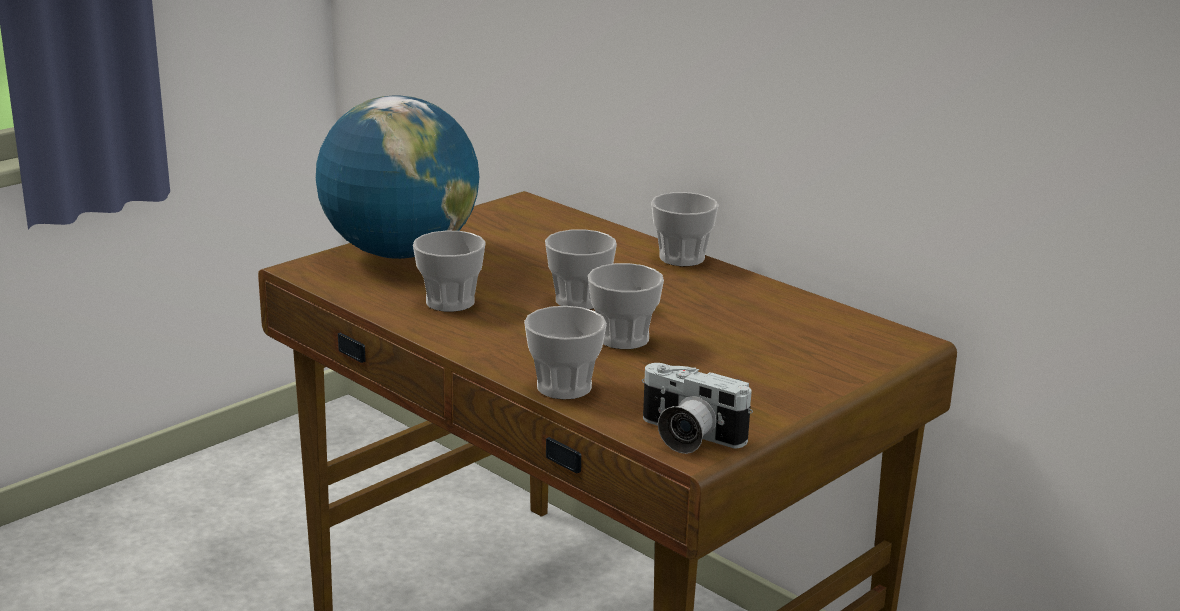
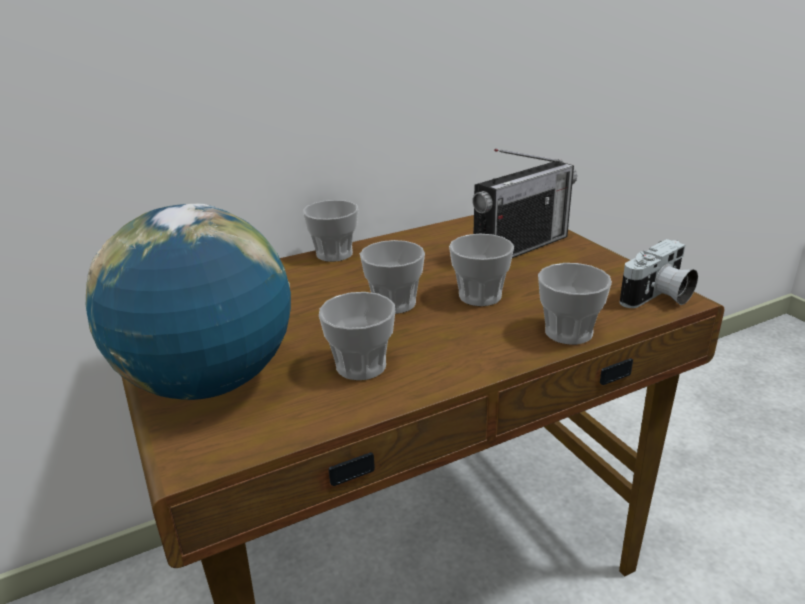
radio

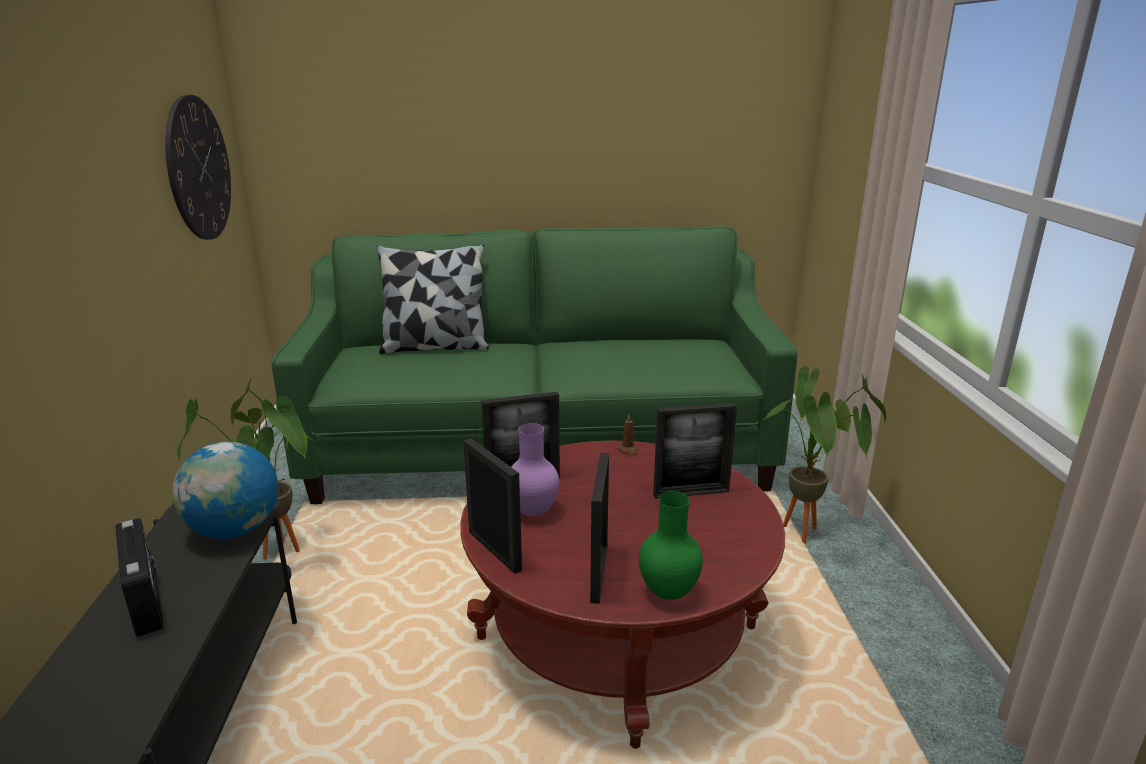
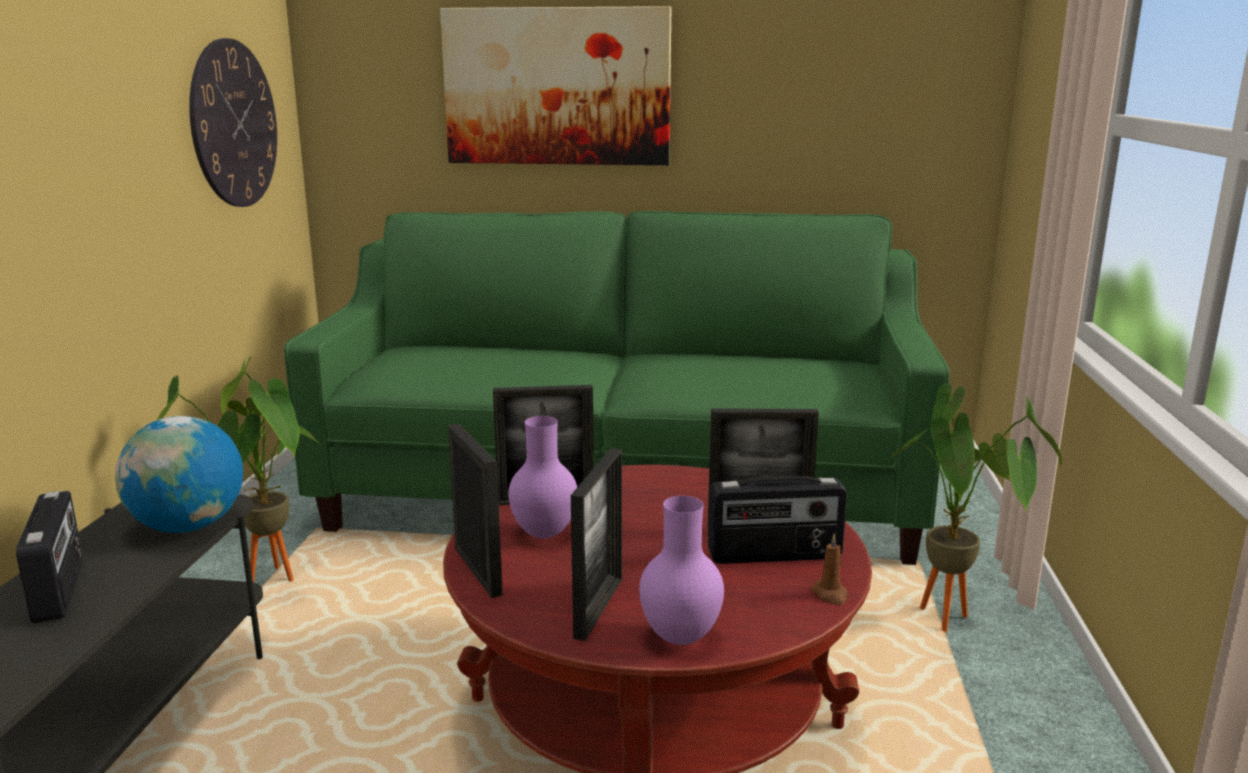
pillow; picture; radio (2nd from left); brown_candle; purple_vase (2nd from left)

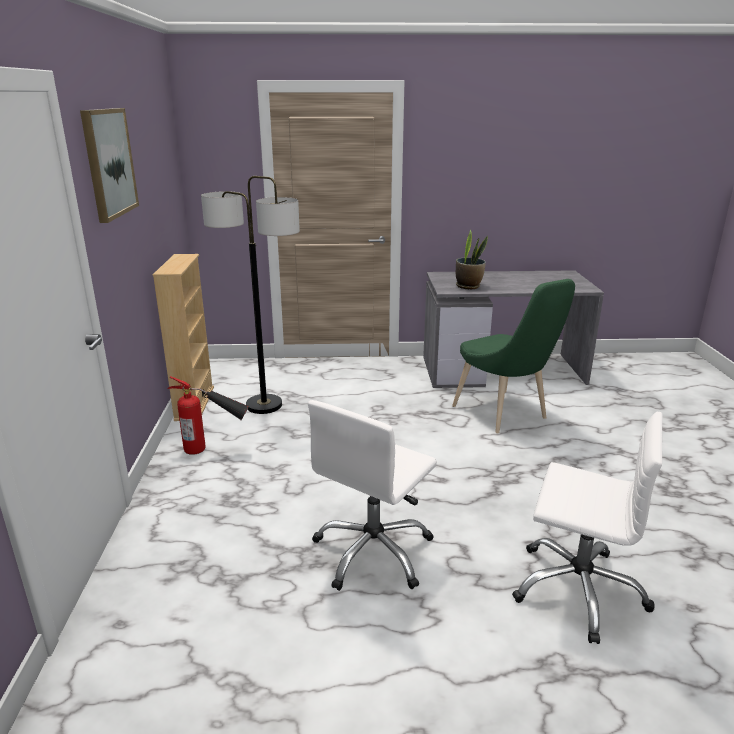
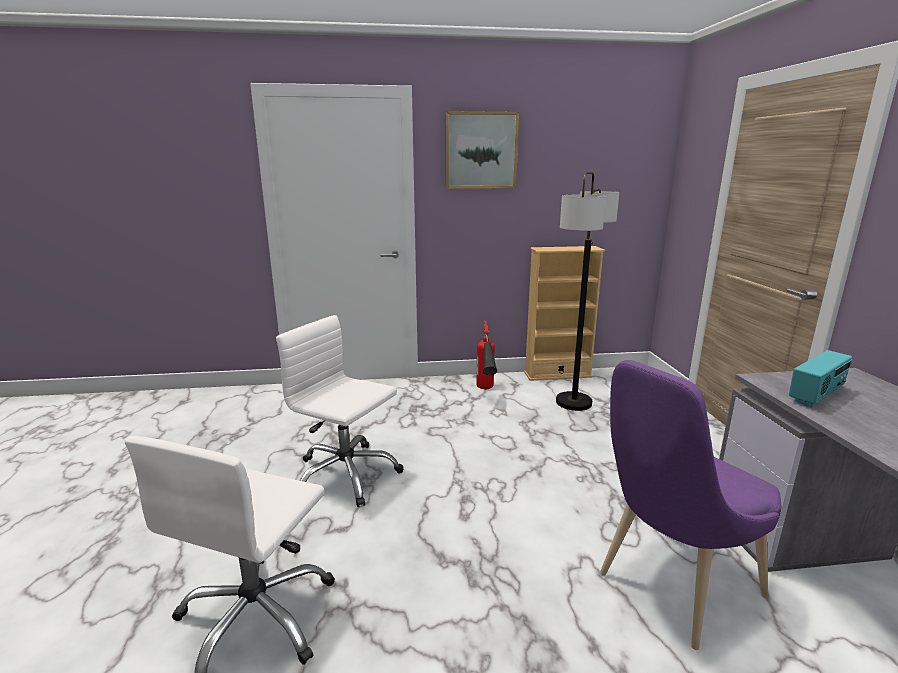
radio; purple_chair

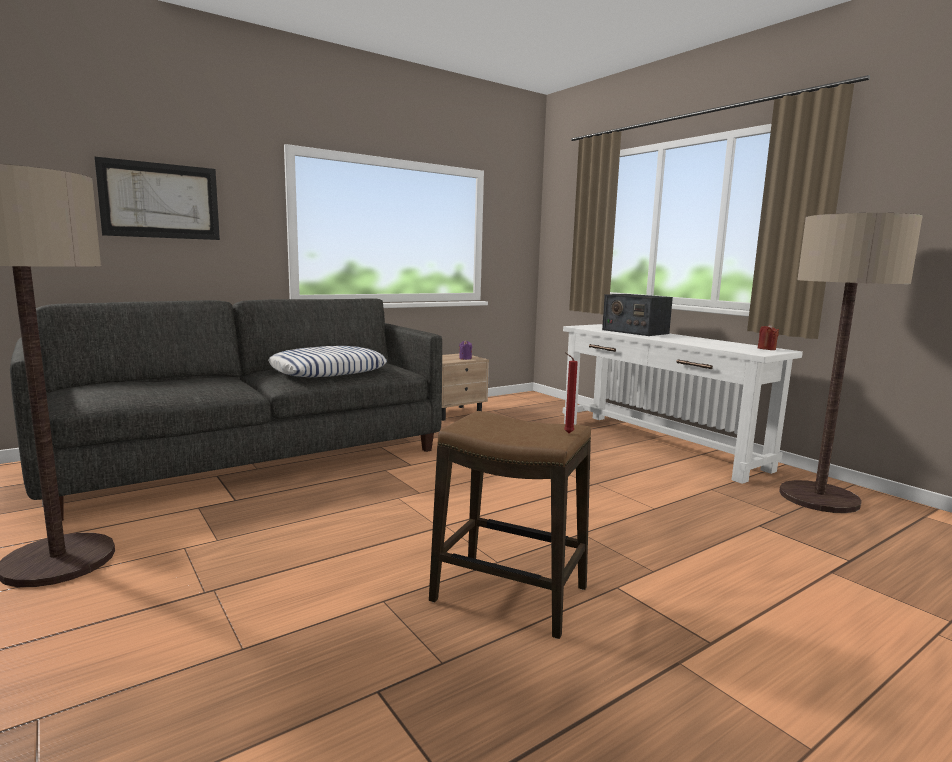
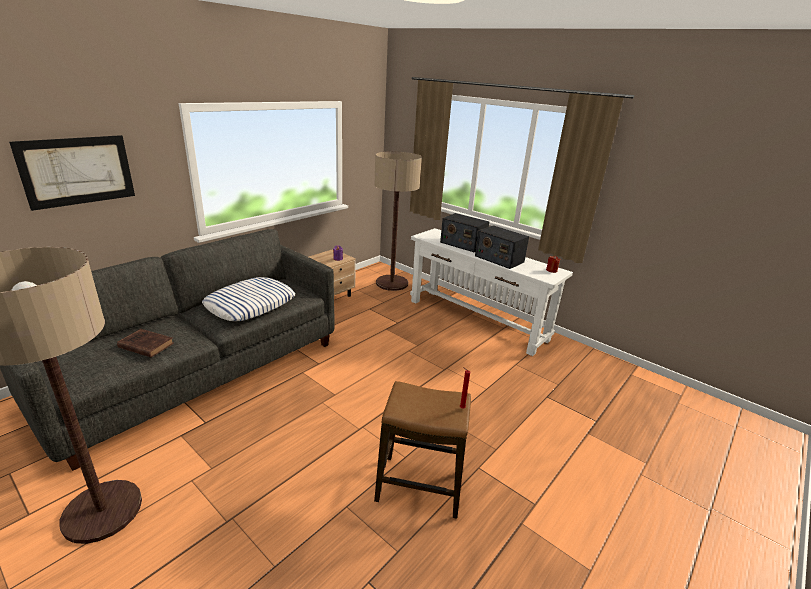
brown_book; radio (2nd from left); floor_lamp (2nd from left)

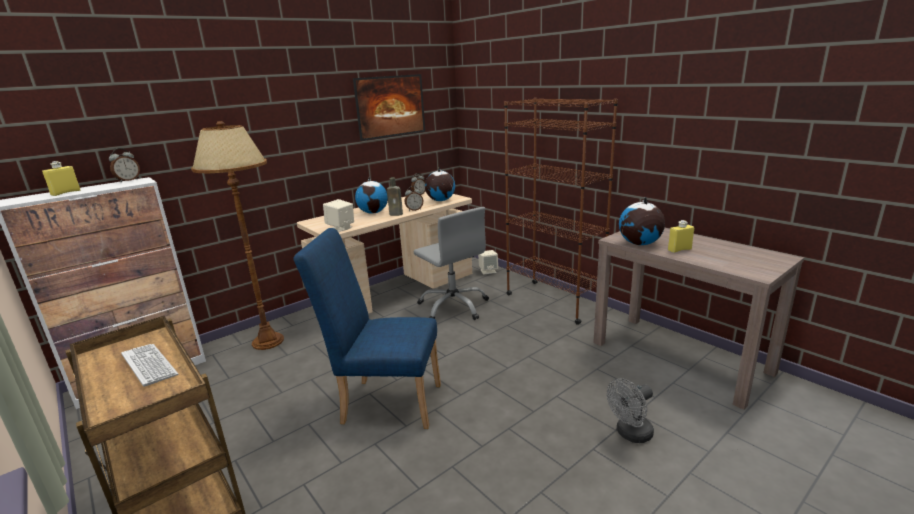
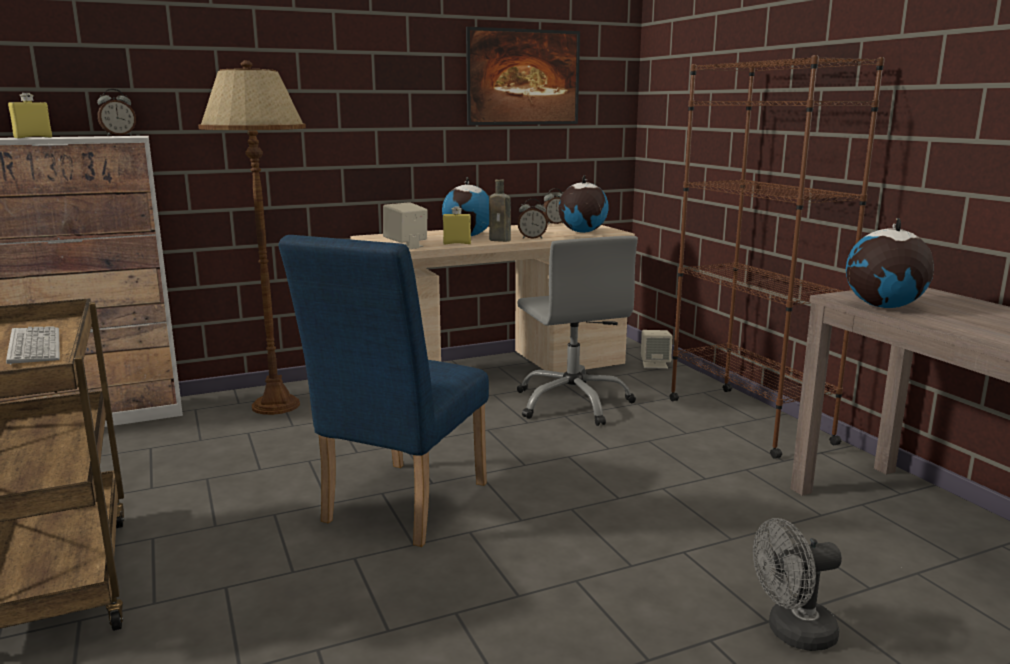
yellow_bottle (2nd from left); blue_chair

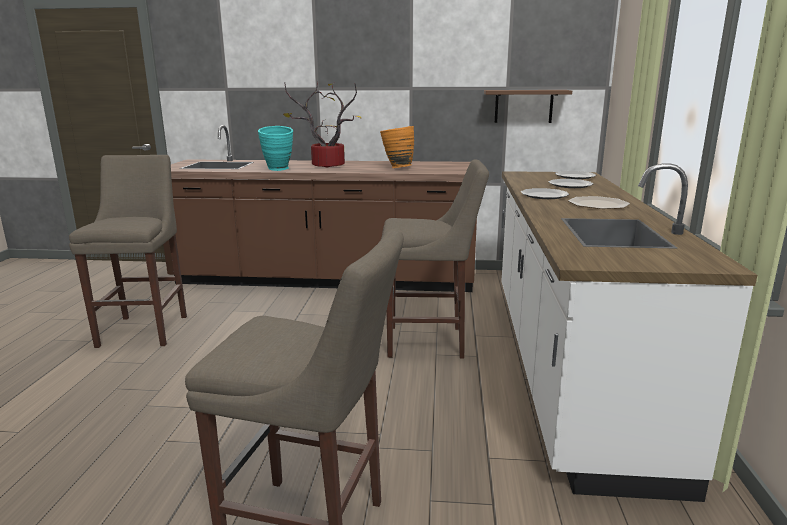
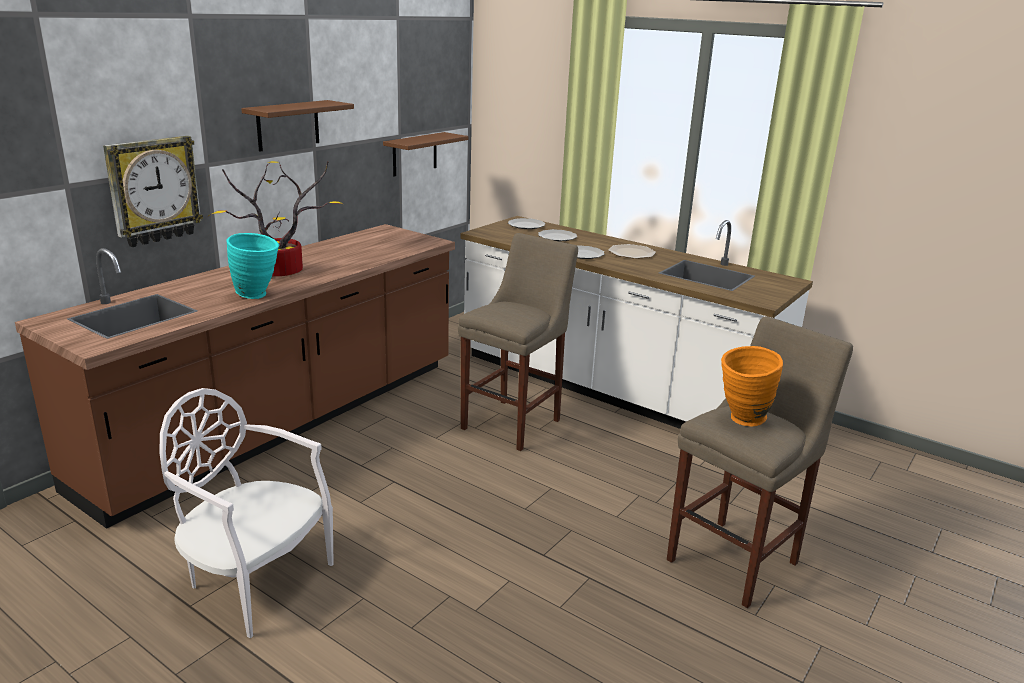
wall_clock; brown_shelf (1st from left); orange_vase; white_chair

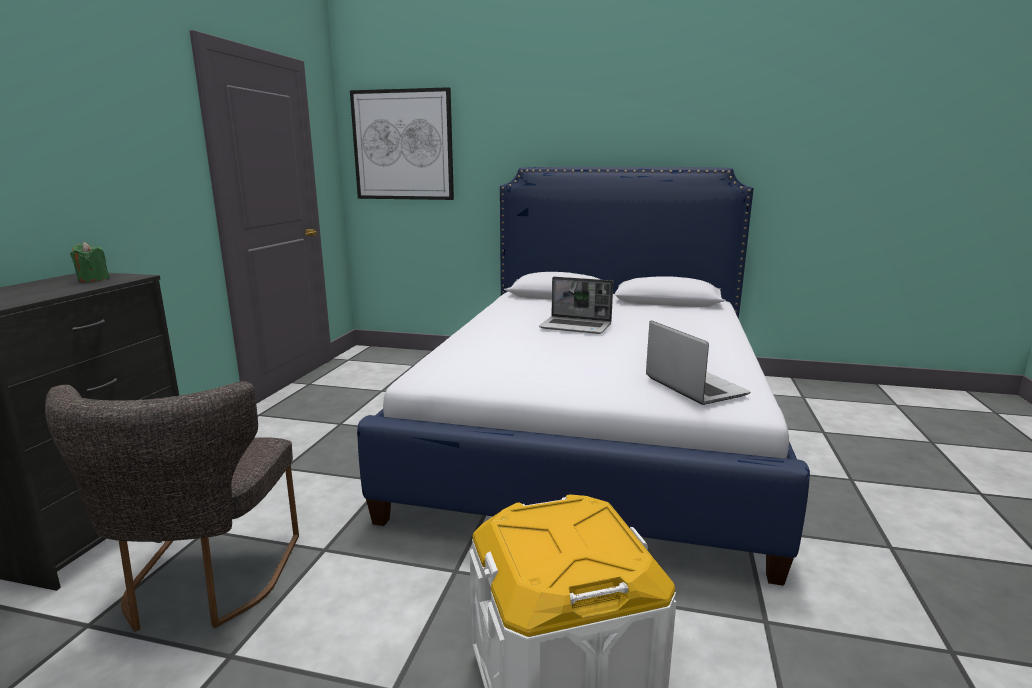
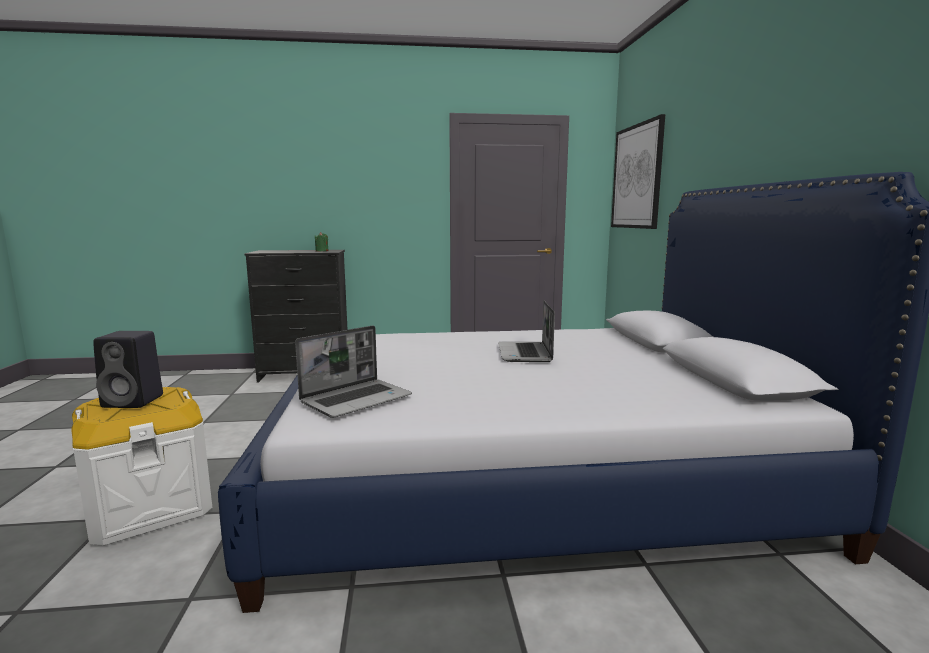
grey_chair; black_speaker

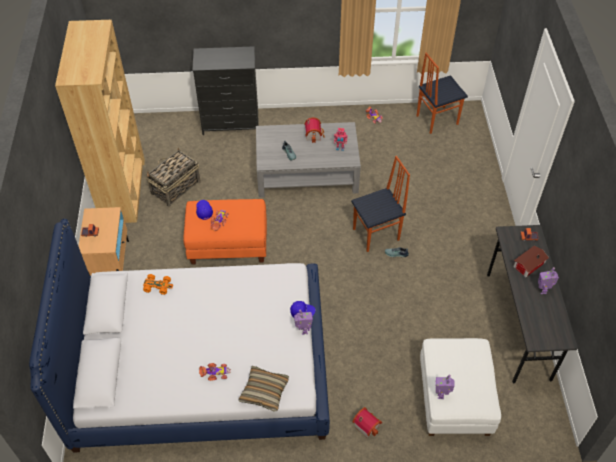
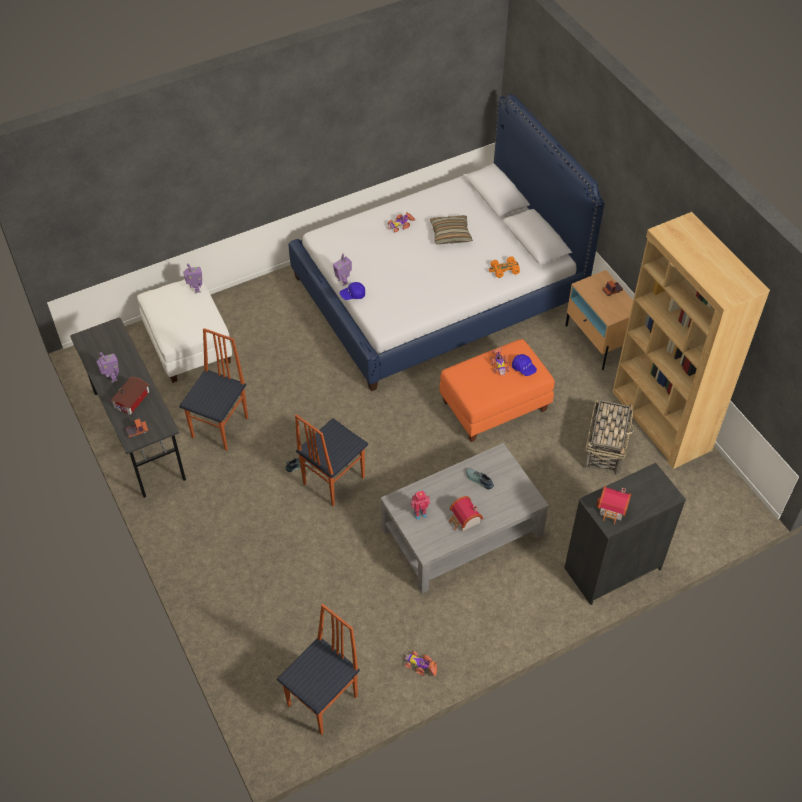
chair (1st from left); pillow; toy_house (3rd from left)

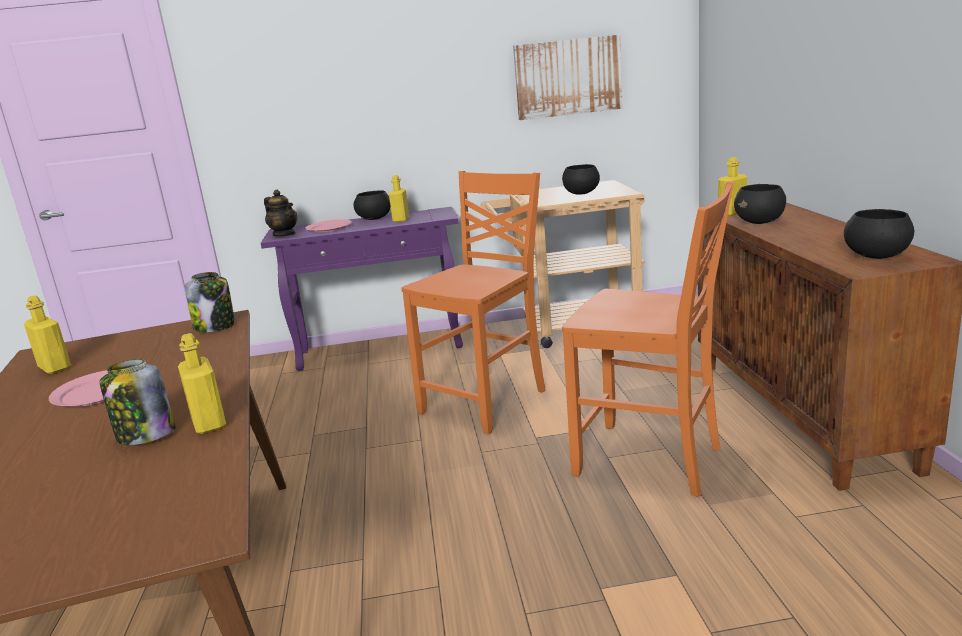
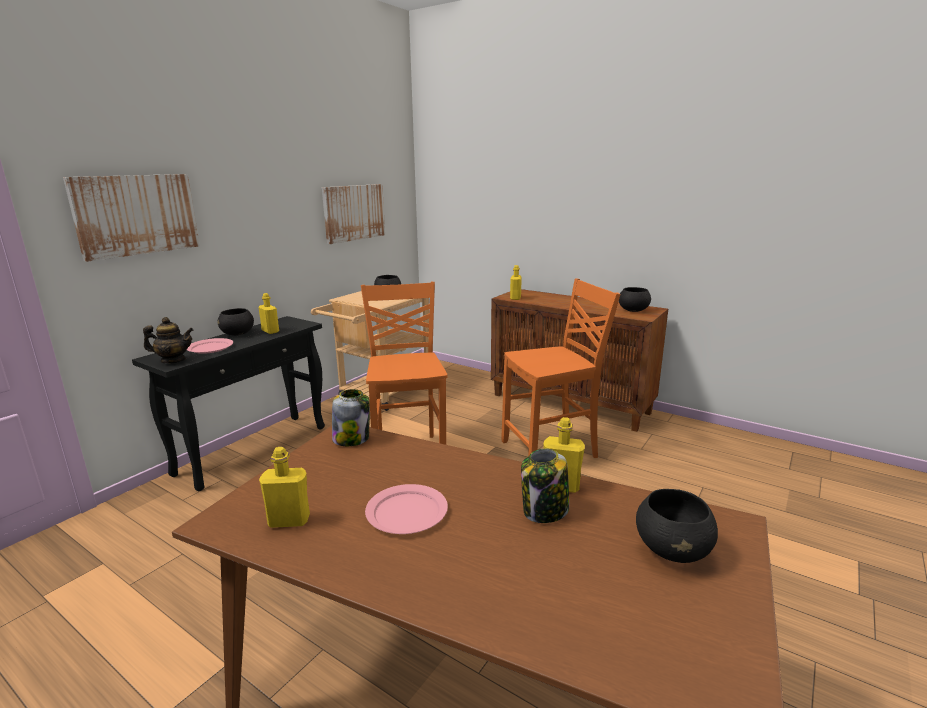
picture (1st from left); black_bowl (4th from left); black_console_table

